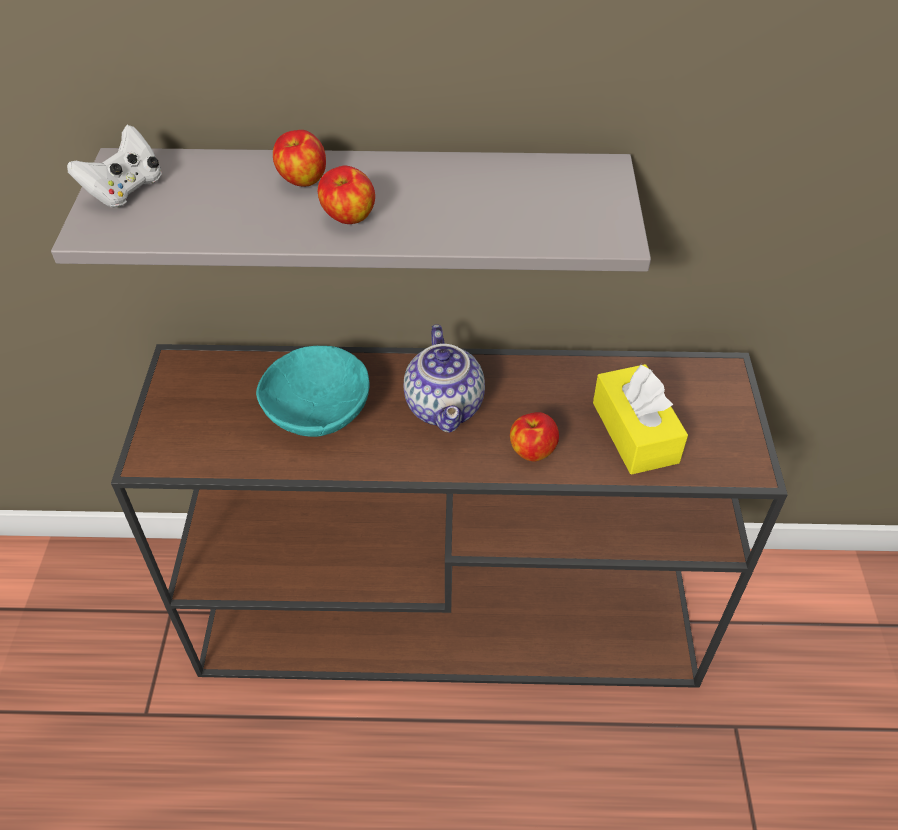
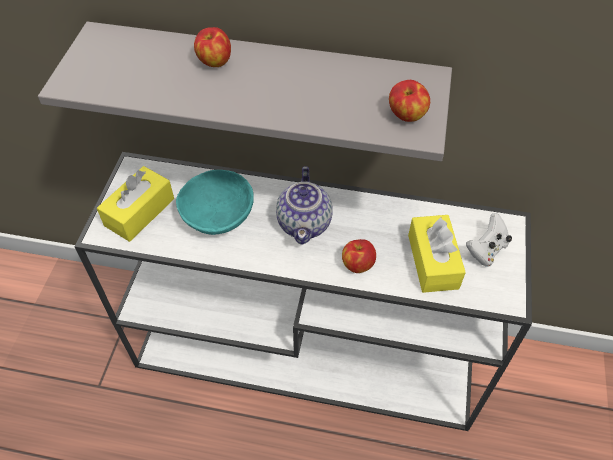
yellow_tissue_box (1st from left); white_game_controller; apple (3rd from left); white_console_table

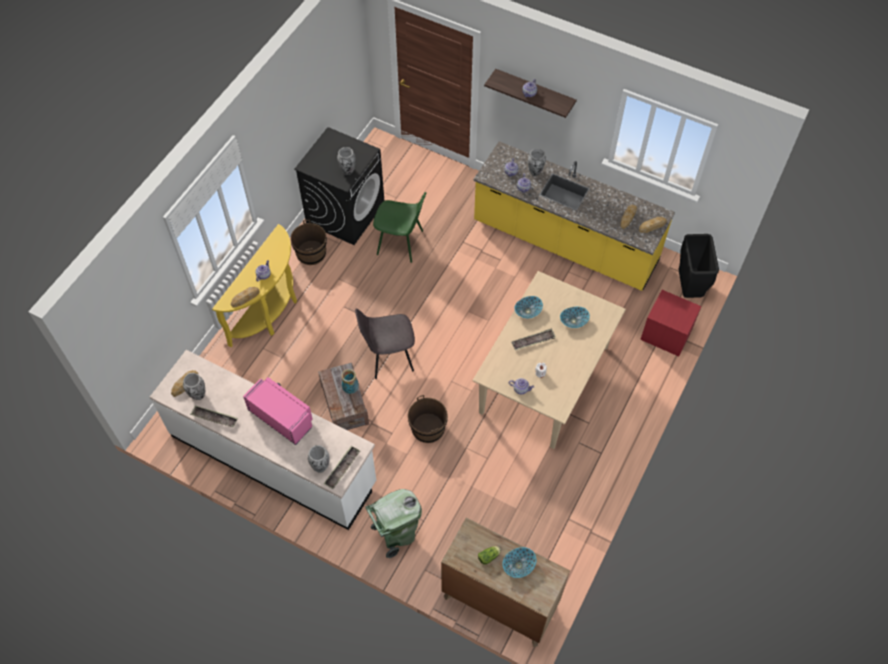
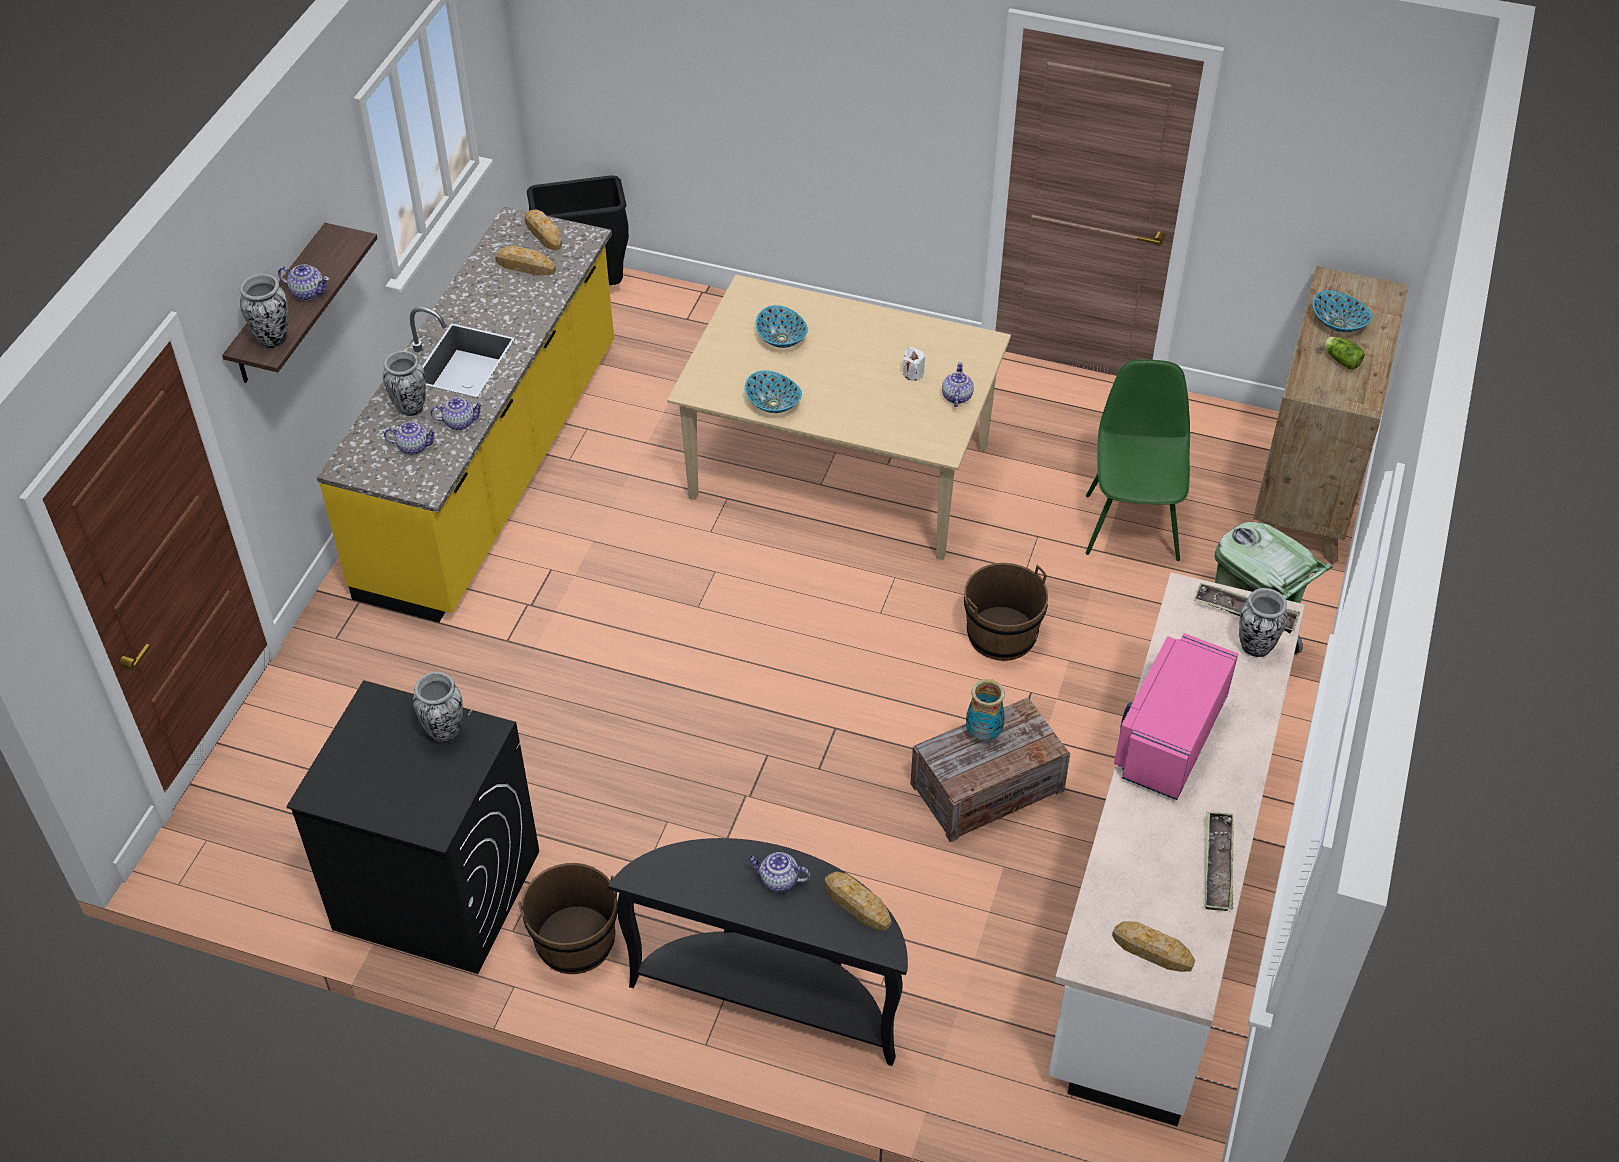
grey_chair; tray (3rd from left in the first image); red_nightstand; vase (1st from left); green_chair; black_console_table

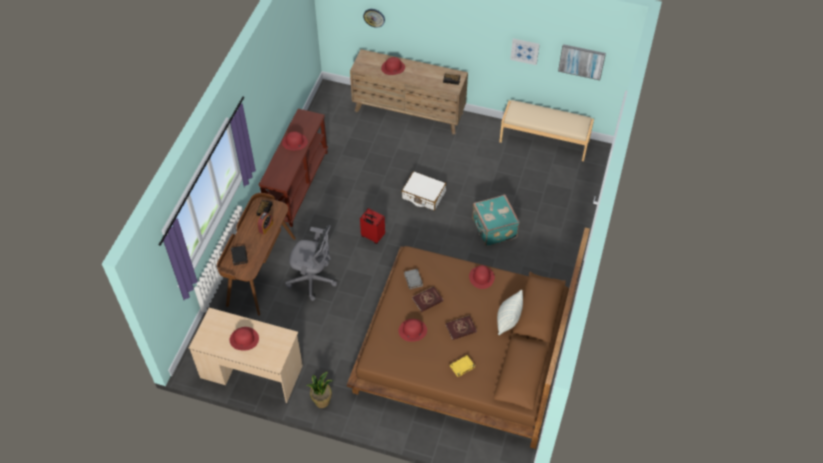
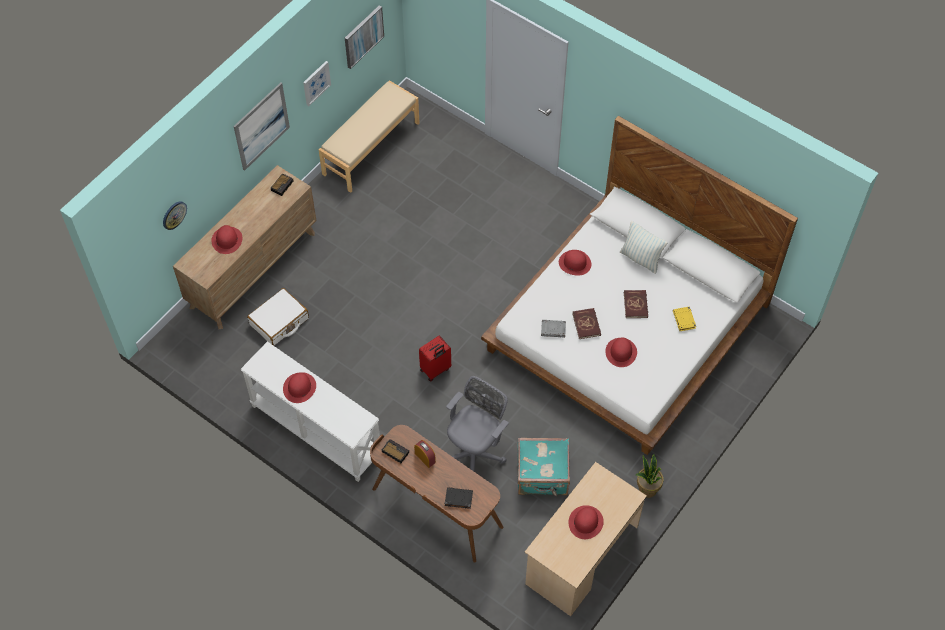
picture (1st from left); white_suitcase; turquoise_suitcase; white_console_table; white_bed

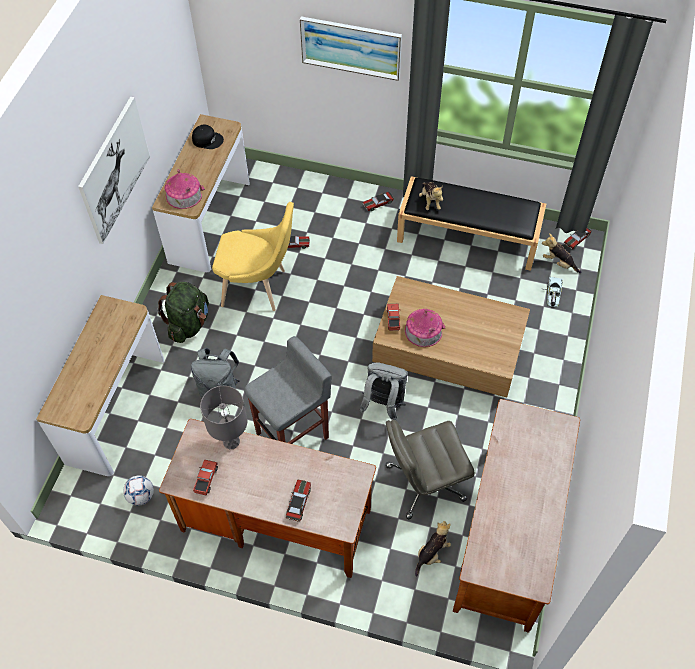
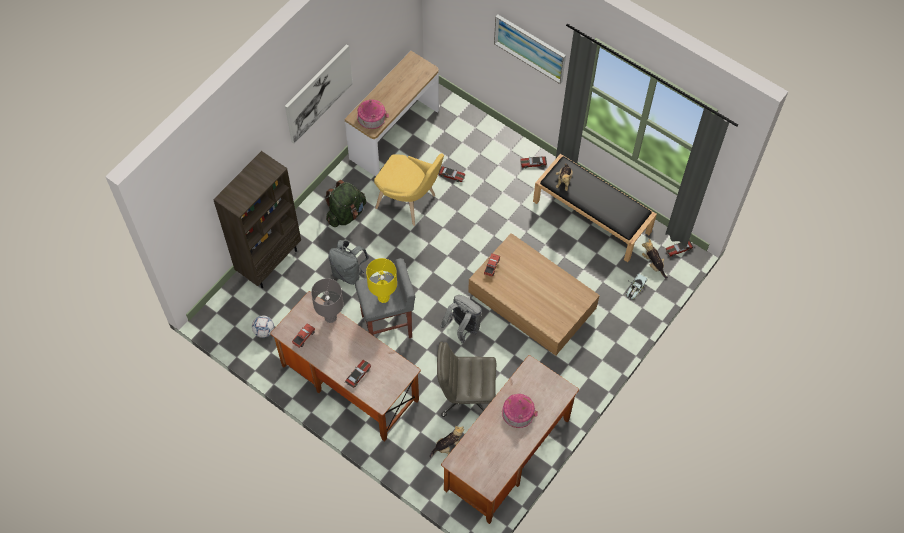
black_cap; yellow_table_lamp; toy_house (2nd from left); brown_bookcase

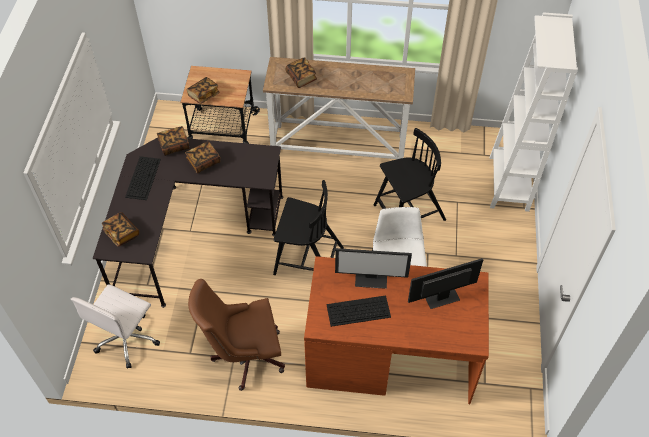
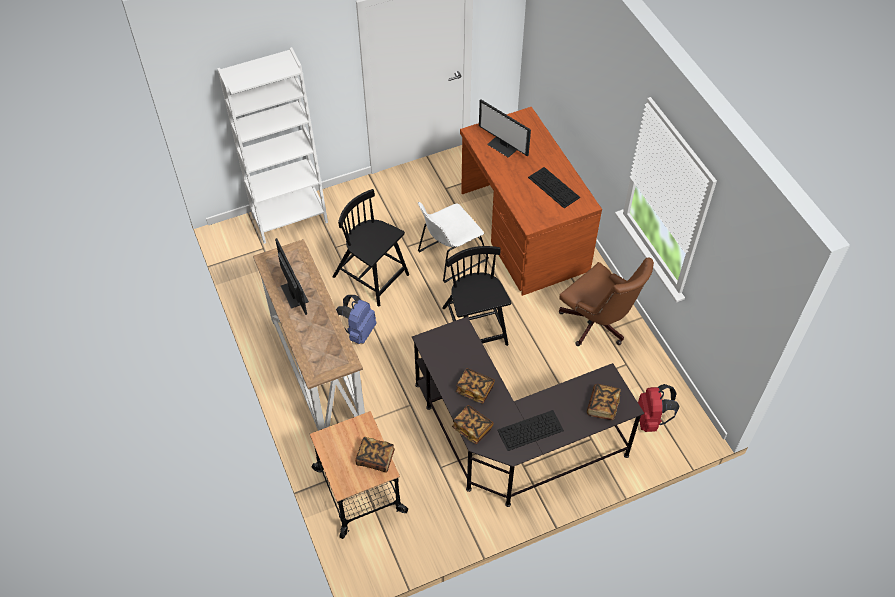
book (5th from left in the first image); blue_backpack; monitor (1st from left); red_backpack

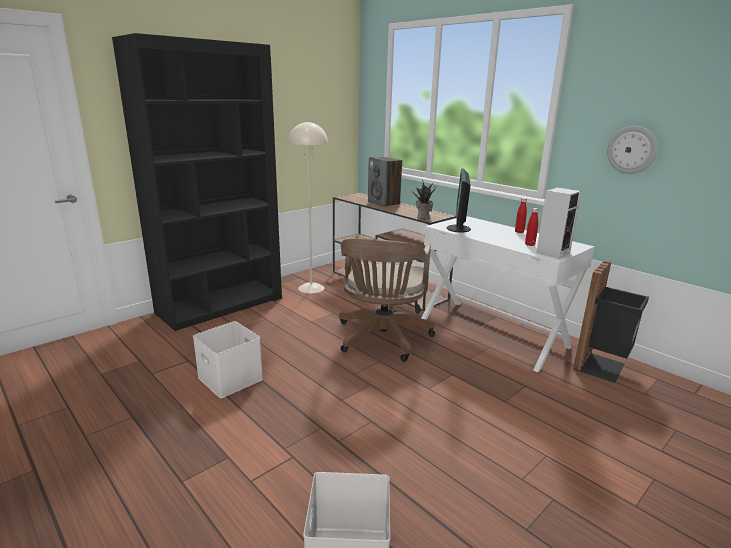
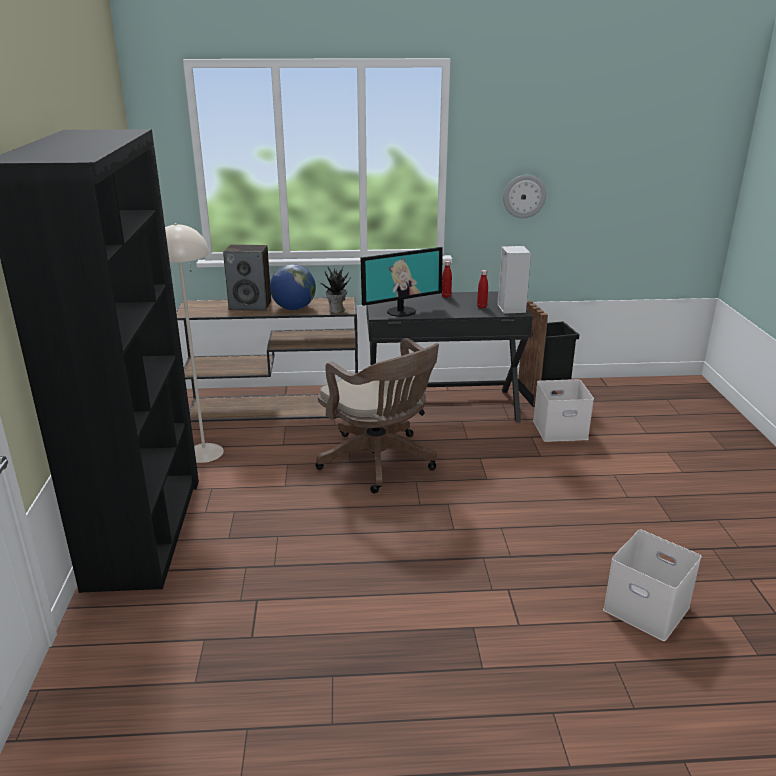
globe; white_storage_box (1st from left); black_desk; monitor

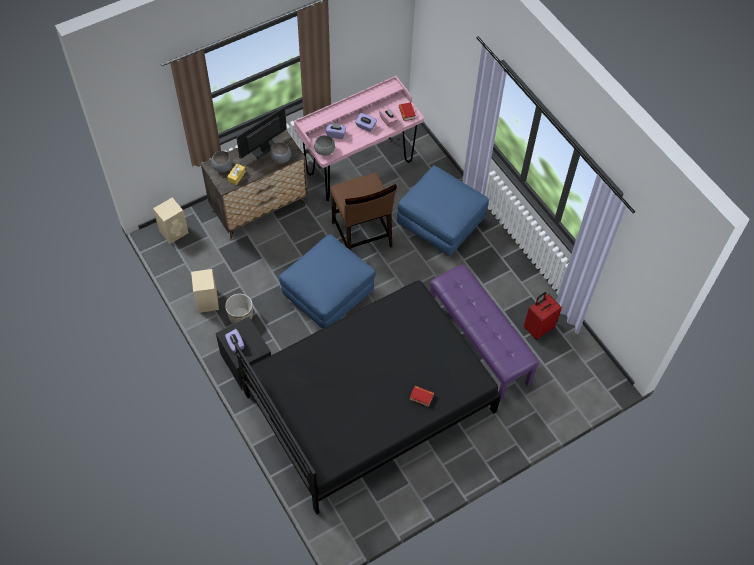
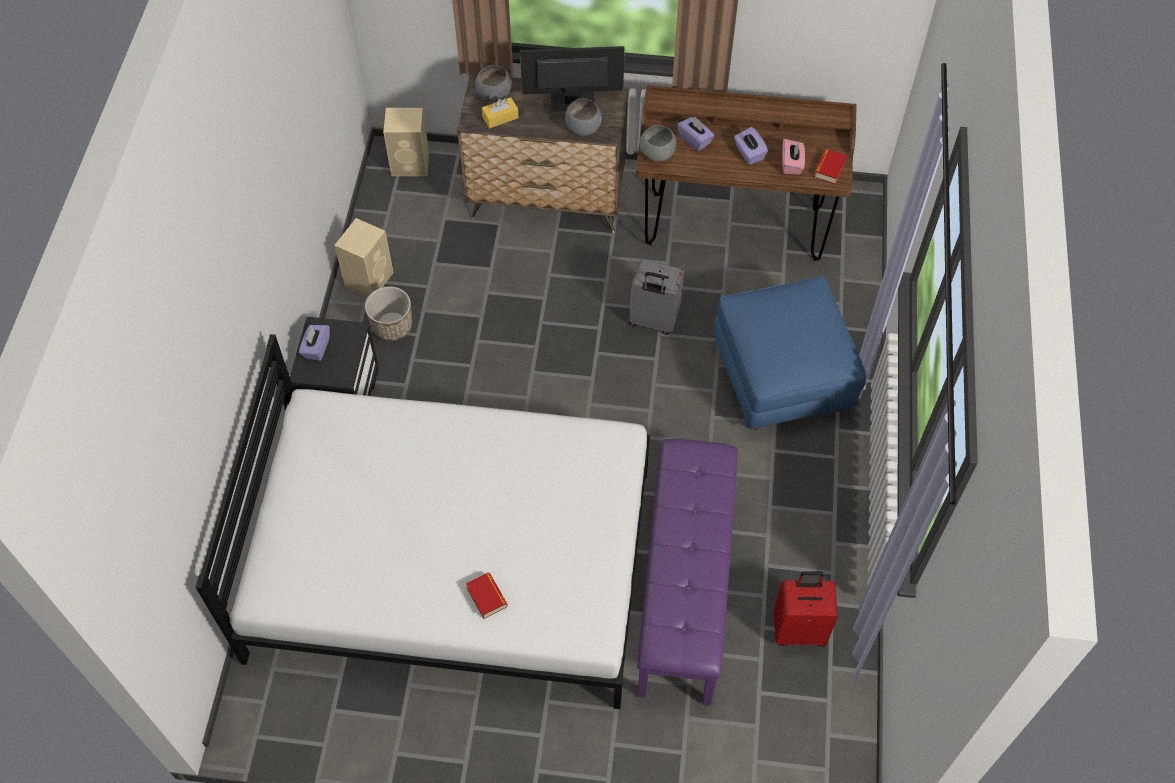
blue_ottoman (1st from left in the first image); grey_suitcase; white_bed; brown_desk

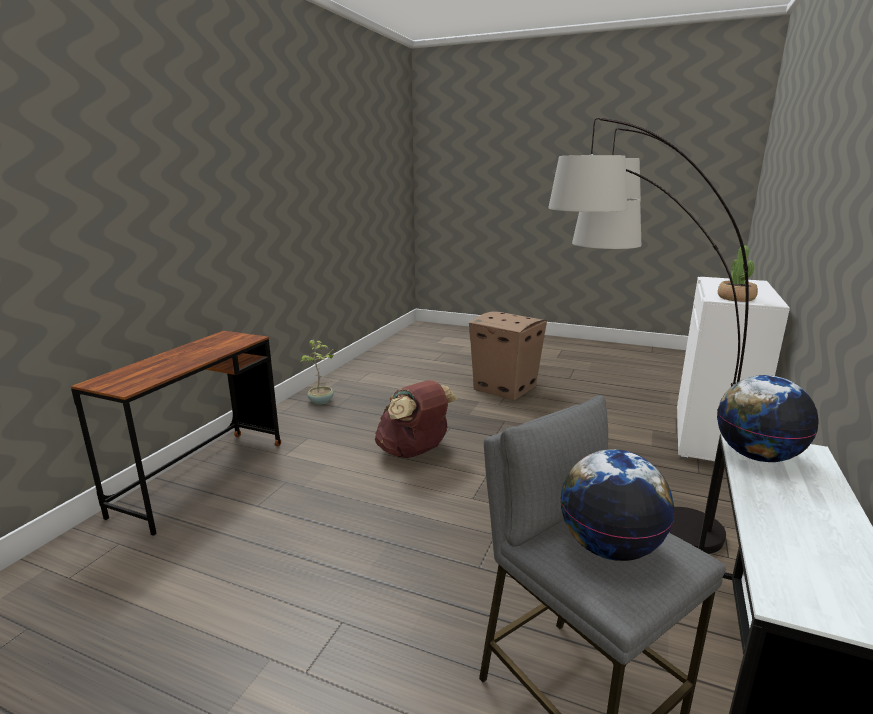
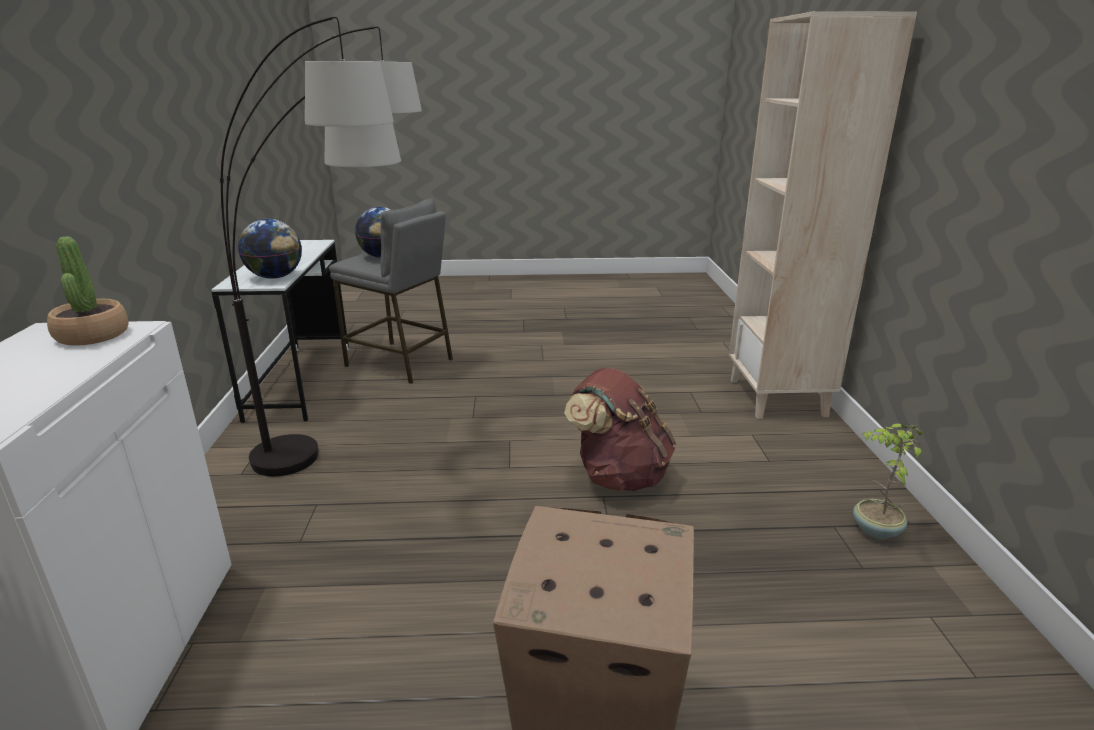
beige_bookcase

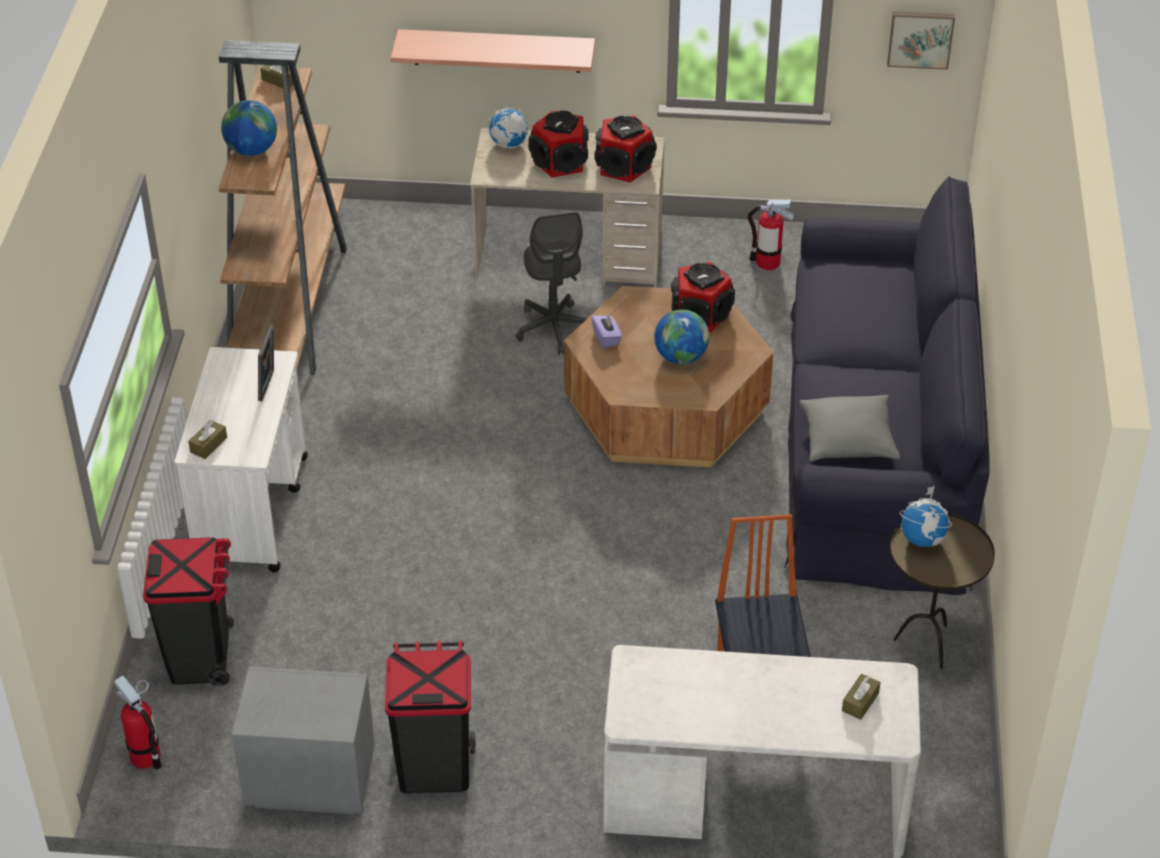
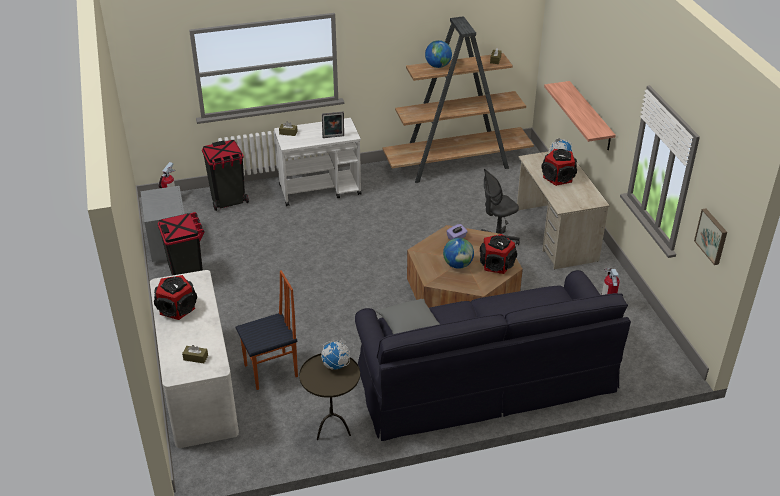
speaker (1st from left)

